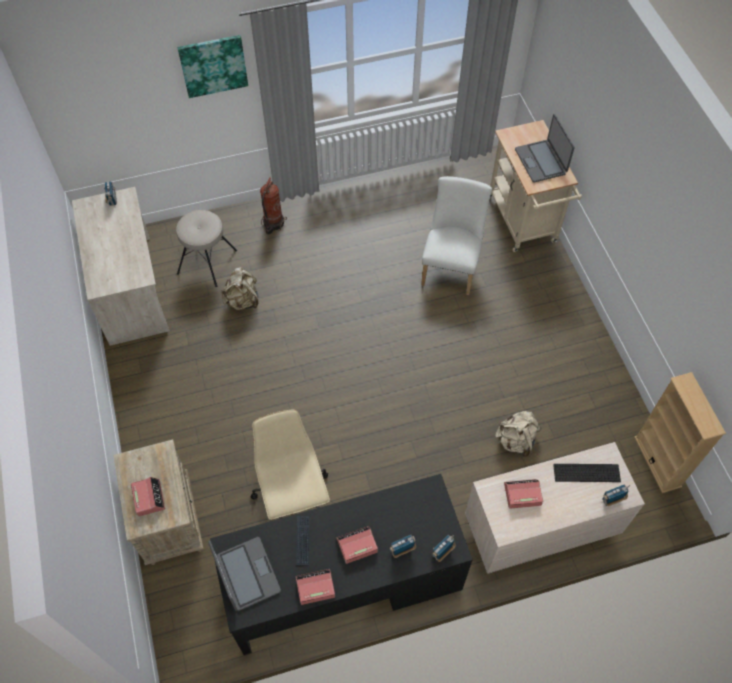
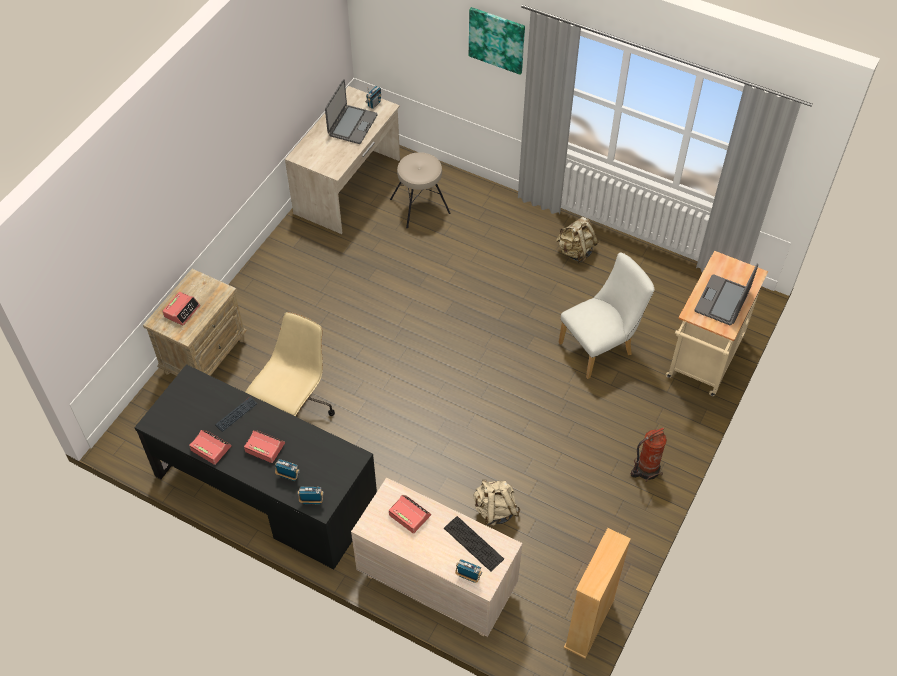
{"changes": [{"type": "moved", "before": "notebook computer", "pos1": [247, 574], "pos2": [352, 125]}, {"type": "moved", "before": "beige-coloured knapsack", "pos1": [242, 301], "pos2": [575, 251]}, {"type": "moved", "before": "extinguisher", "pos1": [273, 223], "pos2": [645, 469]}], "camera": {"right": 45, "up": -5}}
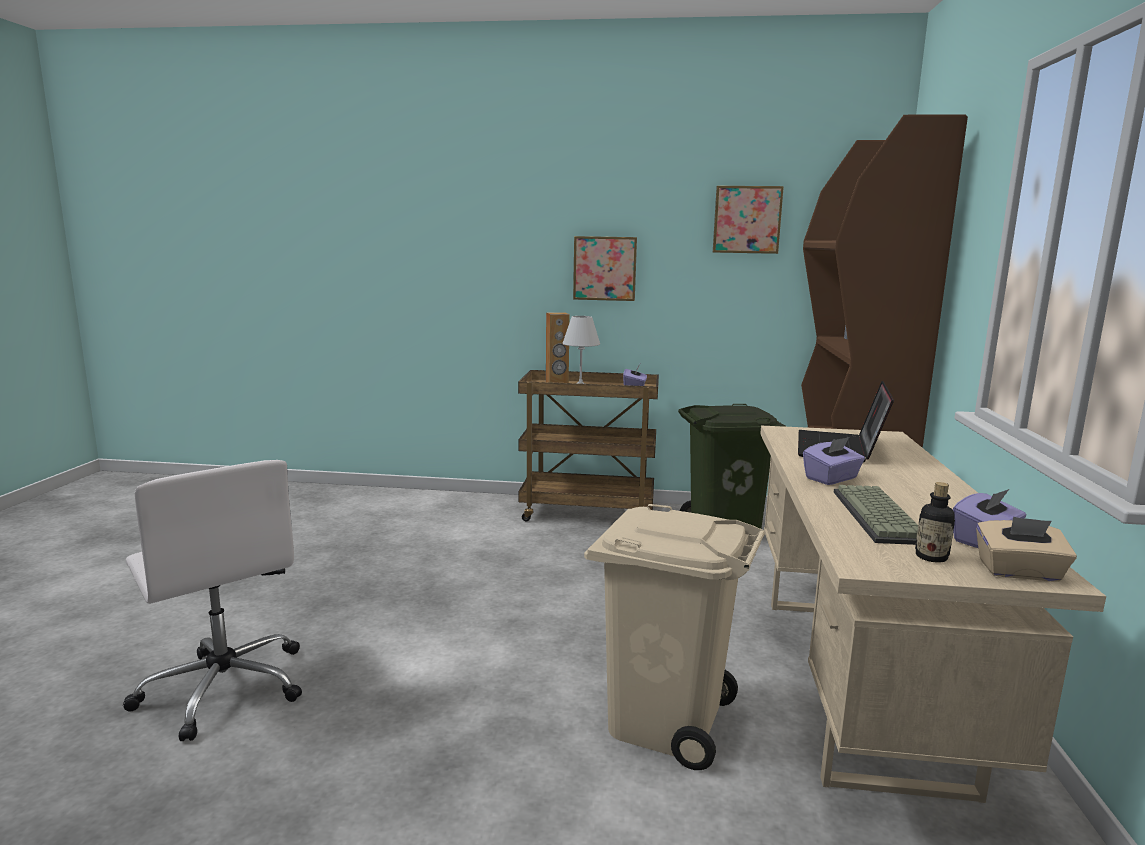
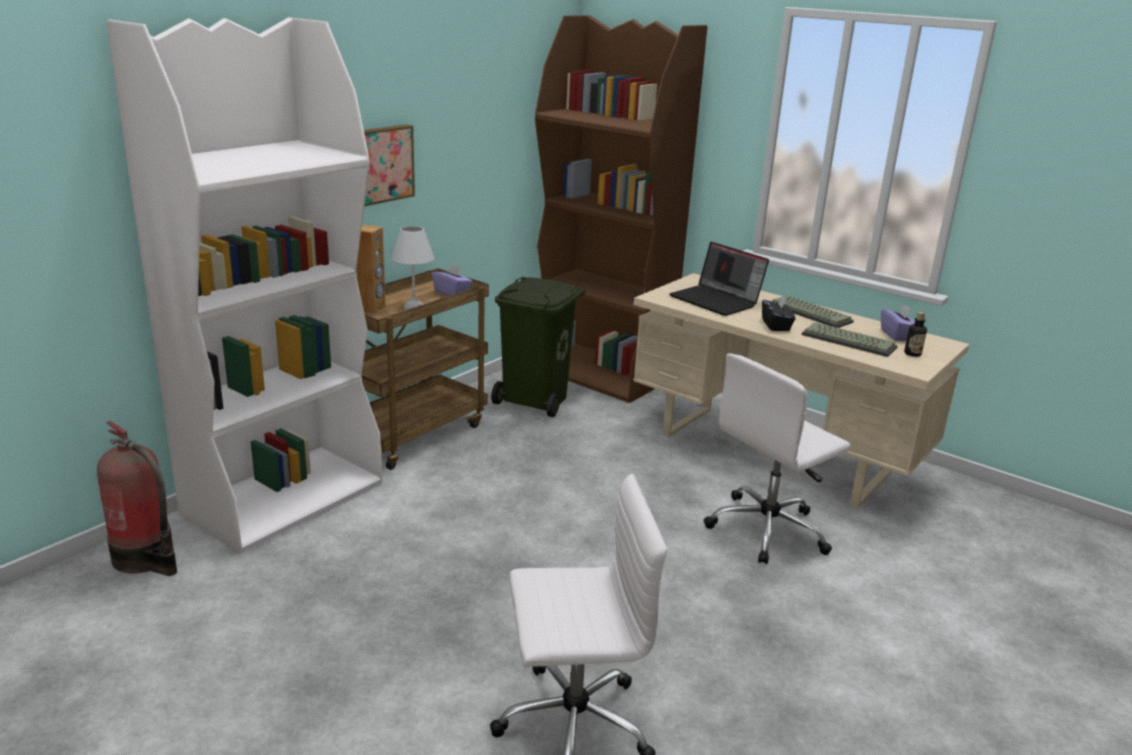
{"changes": [{"type": "replaced", "before": "beige-coloured rubbish bin", "after": "whitish desk chair", "pos1": [664, 720], "pos2": [768, 529]}, {"type": "removed", "before": "wall picture", "pos1": [746, 220]}, {"type": "recoloured", "before": "purple-coloured box of tissues", "after": "black box of tissues", "pos1": [831, 478], "pos2": [776, 325]}, {"type": "removed", "before": "beige-coloured box of tissues", "pos1": [1019, 572]}, {"type": "added", "after": "extinguisher", "pos2": [146, 558]}, {"type": "added", "after": "whitish bookshelf", "pos2": [285, 497]}, {"type": "added", "after": "keyboard", "pos2": [811, 313]}], "camera": {"right": -60, "up": 10}}
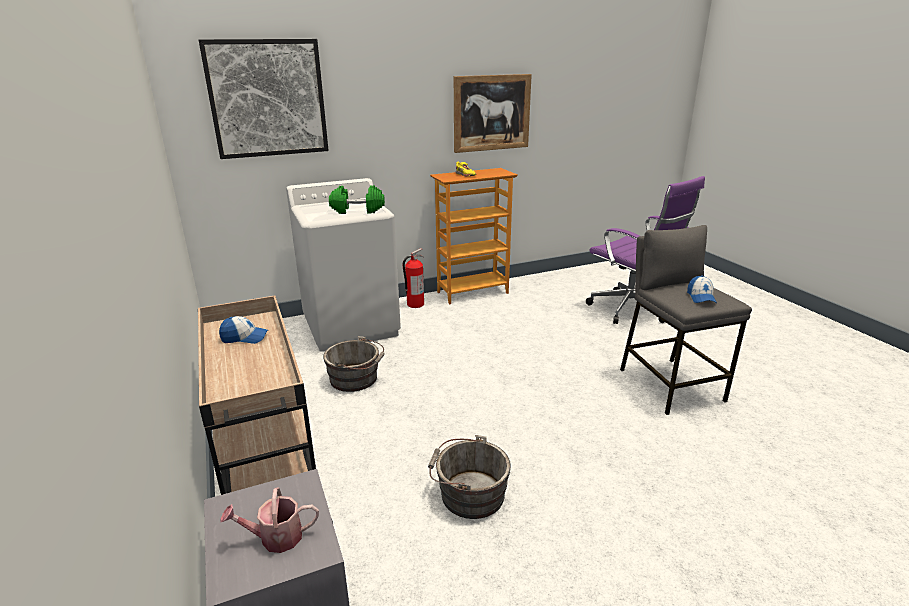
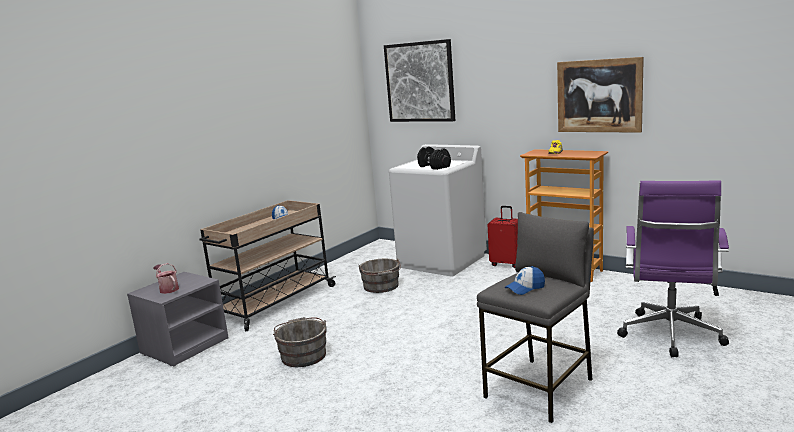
{"changes": [{"type": "recoloured", "before": "greenish free weight", "after": "black free weight", "pos1": [357, 211], "pos2": [434, 166]}, {"type": "replaced", "before": "extinguisher", "after": "red-coloured travel case", "pos1": [415, 304], "pos2": [506, 264]}], "camera": {"right": 60, "up": -10}}
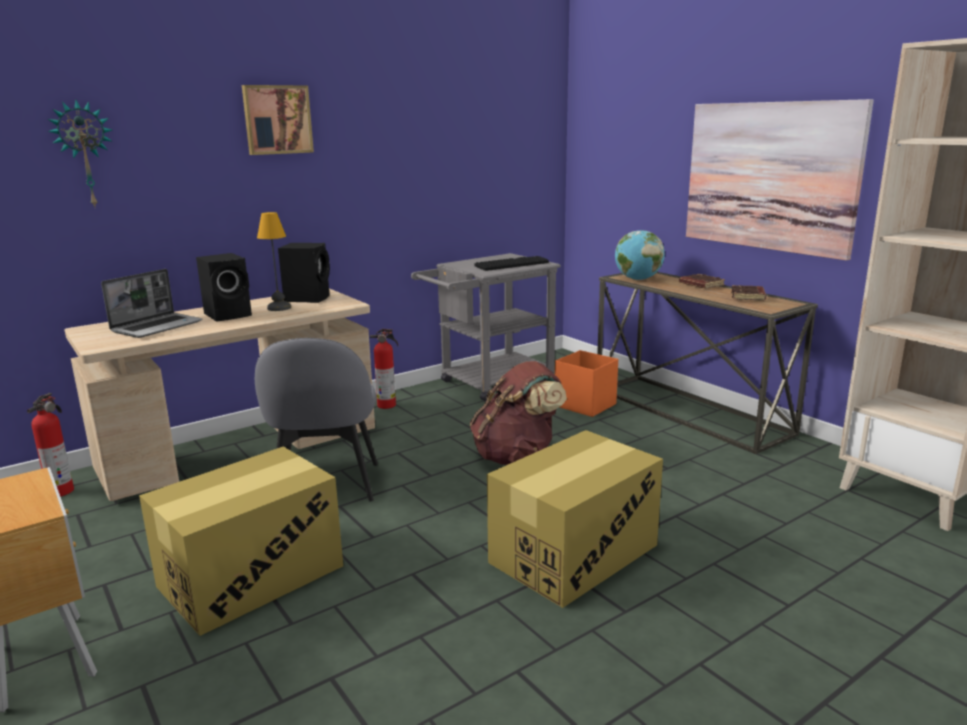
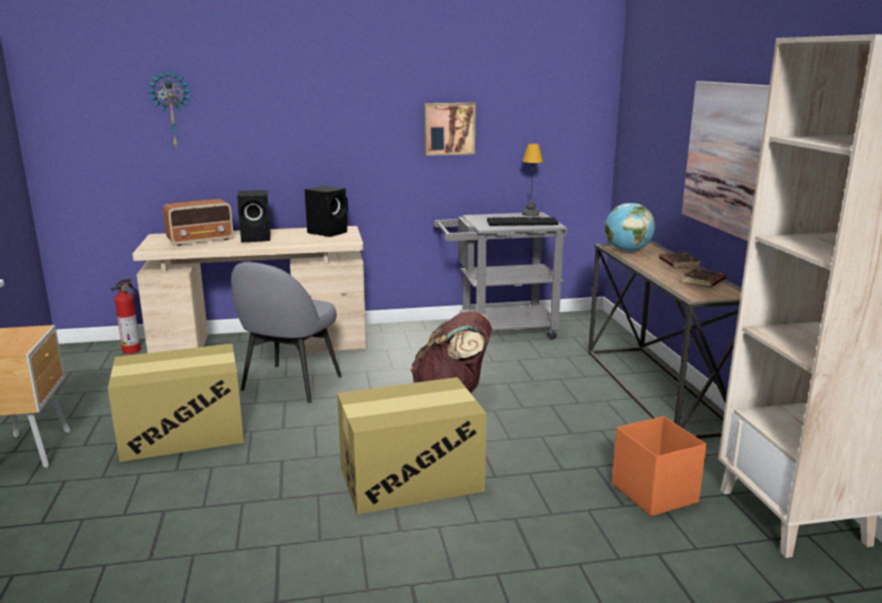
{"changes": [{"type": "replaced", "before": "notebook computer", "after": "radio", "pos1": [157, 327], "pos2": [201, 241]}, {"type": "moved", "before": "wall picture", "pos1": [277, 120], "pos2": [449, 128]}, {"type": "moved", "before": "lamp for a table", "pos1": [279, 308], "pos2": [530, 214]}, {"type": "removed", "before": "extinguisher", "pos1": [388, 405]}, {"type": "moved", "before": "orangey storage container", "pos1": [584, 405], "pos2": [654, 492]}], "camera": {"right": 25, "up": 0}}
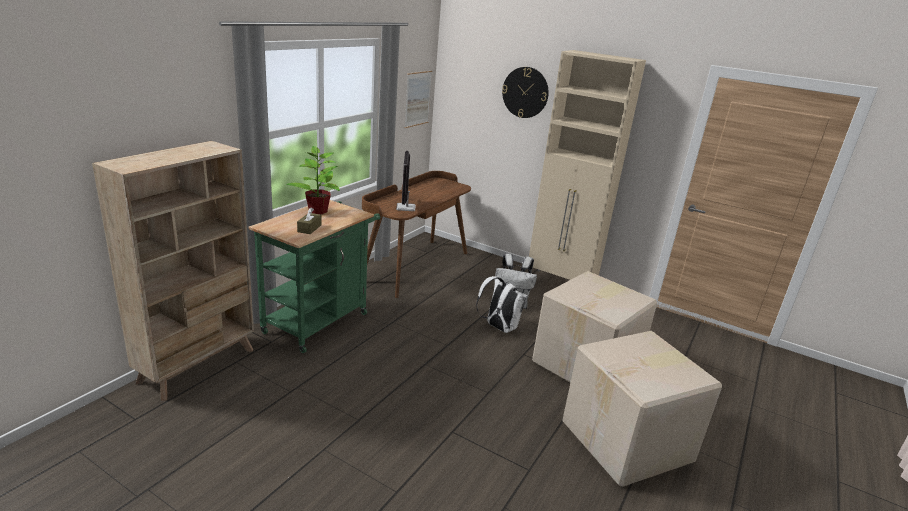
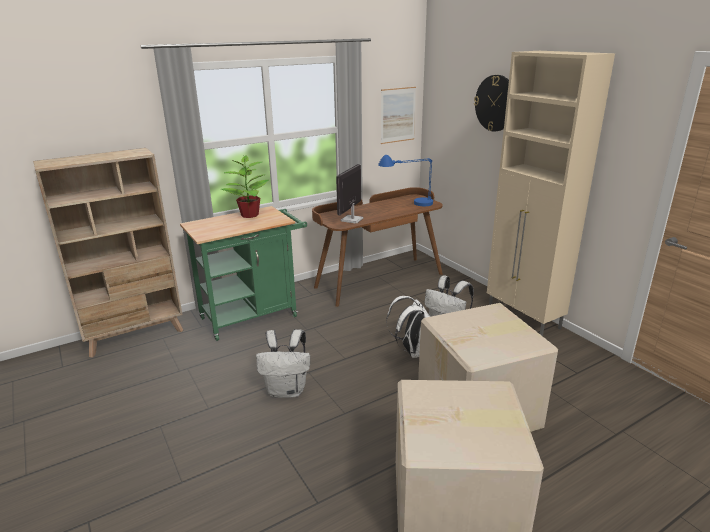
{"changes": [{"type": "removed", "before": "brown box of tissues", "pos1": [309, 228]}, {"type": "added", "after": "whitish knapsack", "pos2": [287, 390]}, {"type": "added", "after": "bluish lamp for a table", "pos2": [407, 205]}], "camera": {"right": 30, "up": 0}}
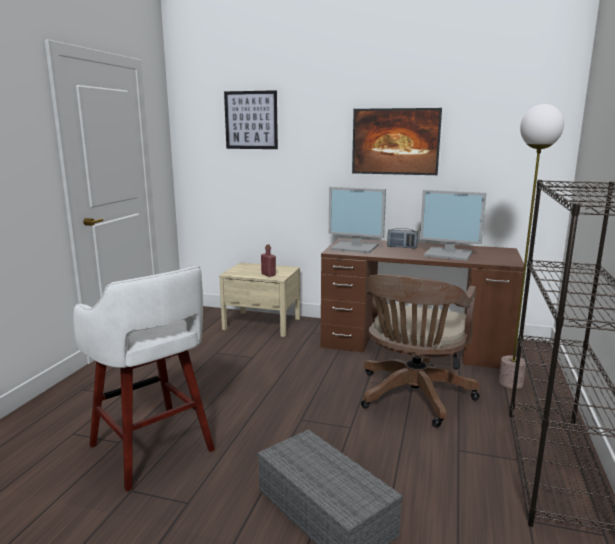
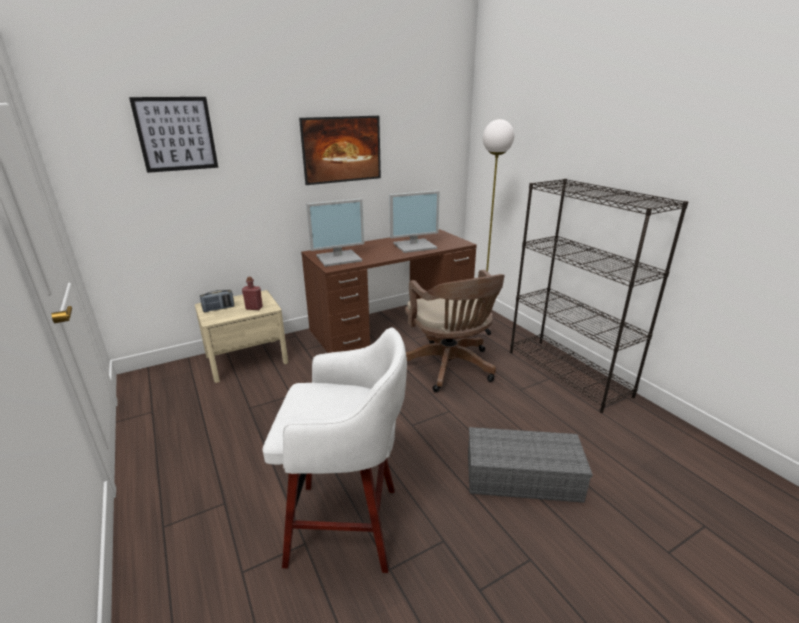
{"changes": [{"type": "moved", "before": "radio", "pos1": [402, 247], "pos2": [218, 309]}], "camera": {"right": -45, "up": 10}}
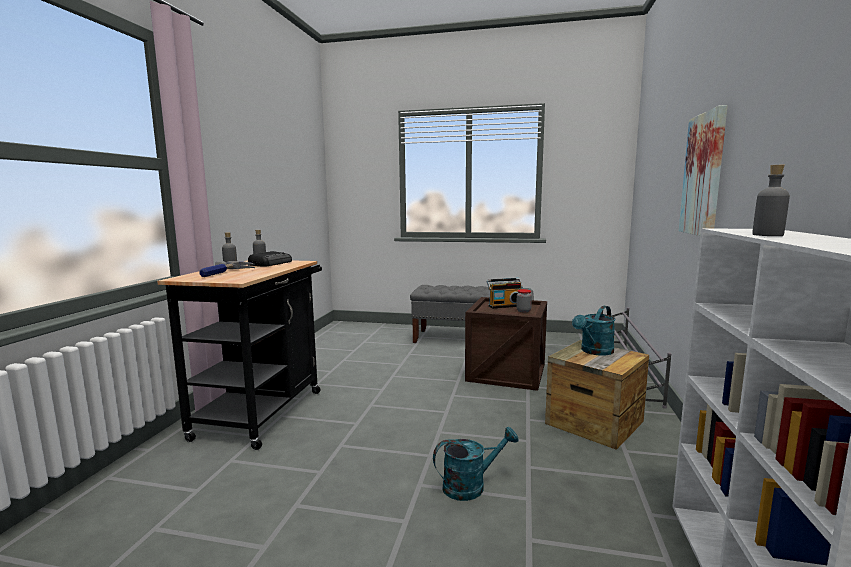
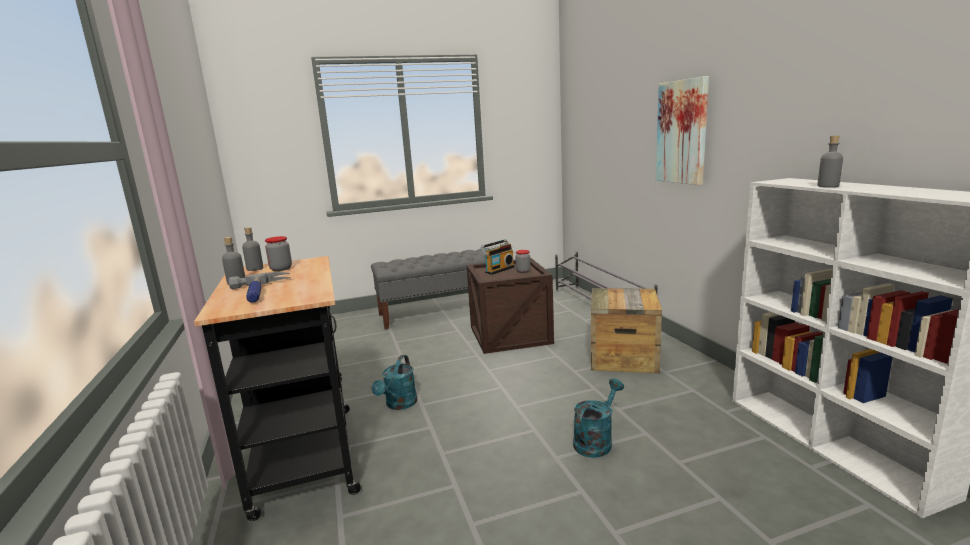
{"changes": [{"type": "replaced", "before": "radio", "after": "storage jar", "pos1": [271, 263], "pos2": [281, 269]}, {"type": "moved", "before": "turquoise-coloured sprinkling can", "pos1": [594, 352], "pos2": [399, 405]}], "camera": {"right": -30, "up": 5}}
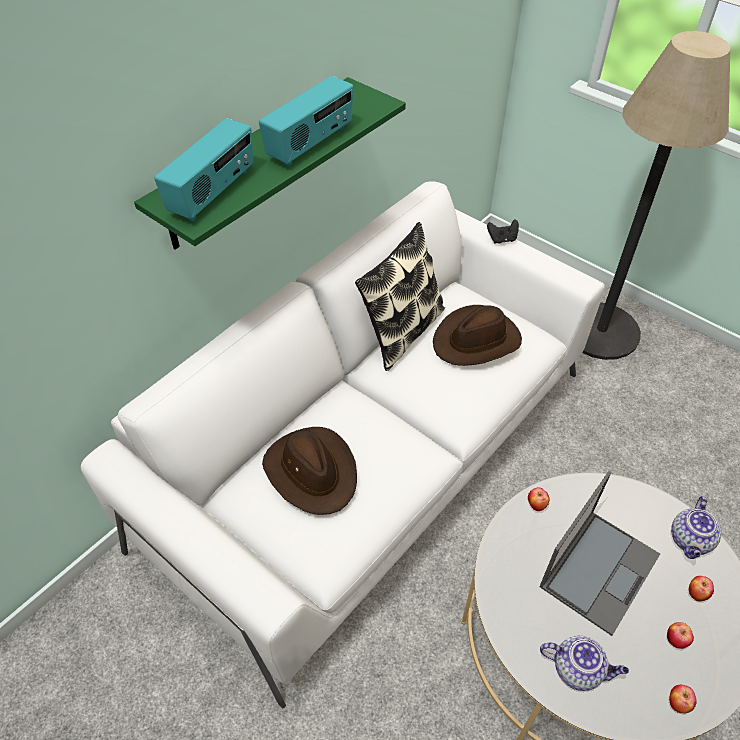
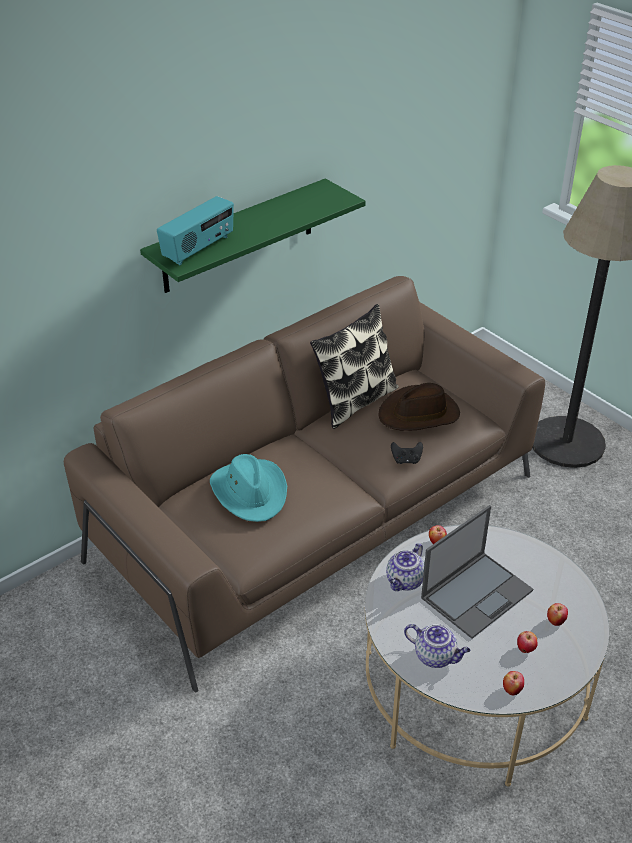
{"changes": [{"type": "recoloured", "before": "whitish couch", "after": "brown couch", "pos1": [369, 455], "pos2": [315, 517]}, {"type": "removed", "before": "radio", "pos1": [311, 144]}, {"type": "recoloured", "before": "brown wearable hat", "after": "turquoise-coloured wearable hat", "pos1": [312, 471], "pos2": [250, 492]}, {"type": "moved", "before": "black joypad", "pos1": [502, 239], "pos2": [406, 460]}, {"type": "moved", "before": "teapot", "pos1": [690, 541], "pos2": [405, 581]}], "camera": {"right": 10, "up": -10}}
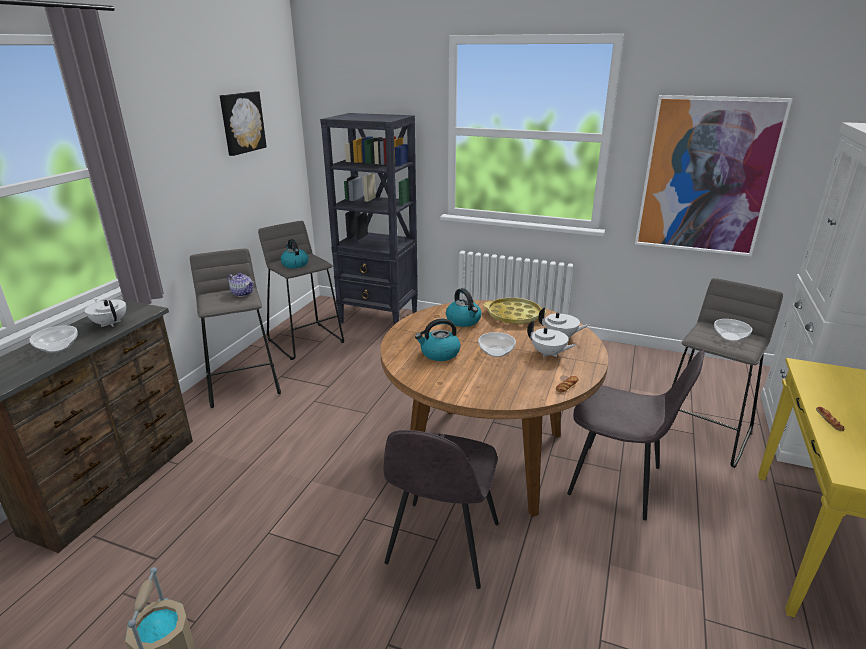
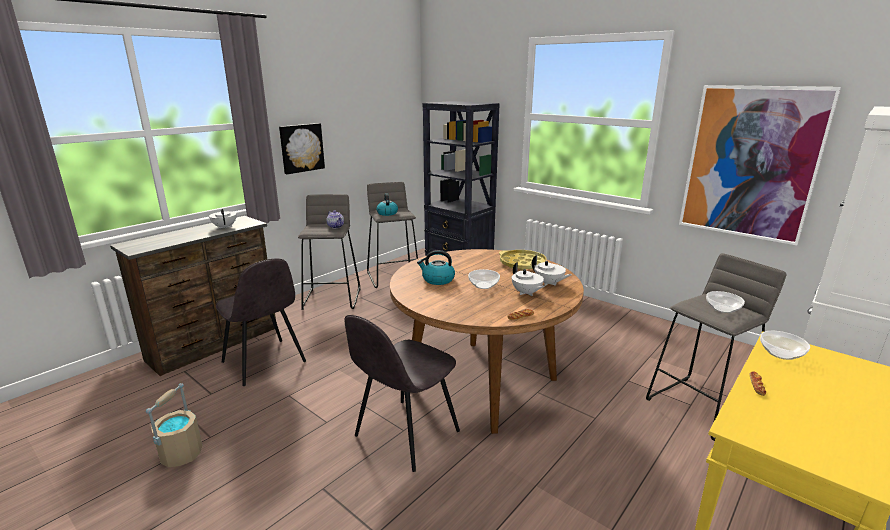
{"changes": [{"type": "moved", "before": "bowl", "pos1": [58, 347], "pos2": [781, 353]}, {"type": "moved", "before": "wall picture", "pos1": [241, 122], "pos2": [301, 148]}, {"type": "removed", "before": "kettle", "pos1": [464, 321]}, {"type": "moved", "before": "greyish upright chair", "pos1": [617, 482], "pos2": [264, 363]}], "camera": {"right": 20, "up": -5}}
